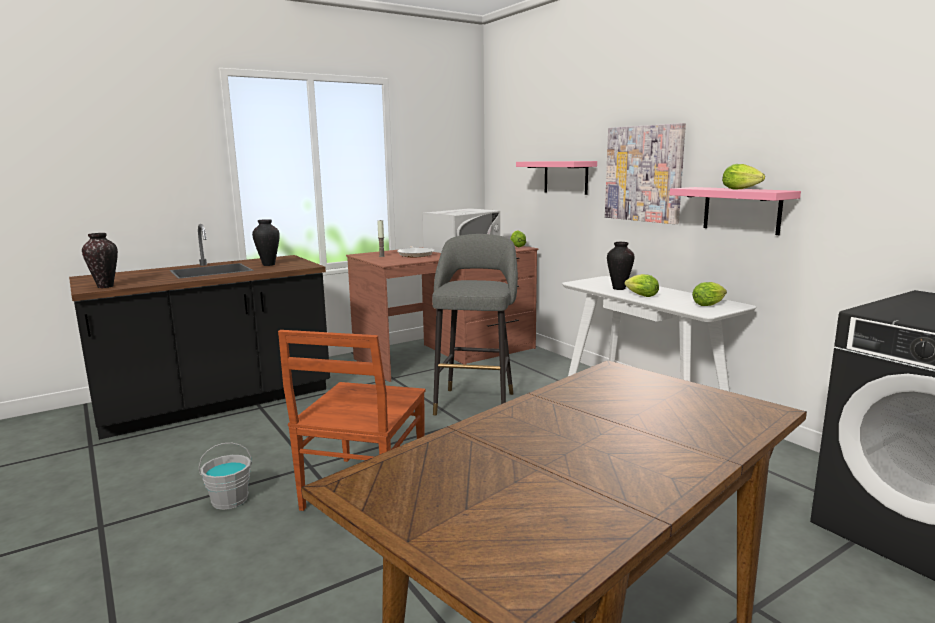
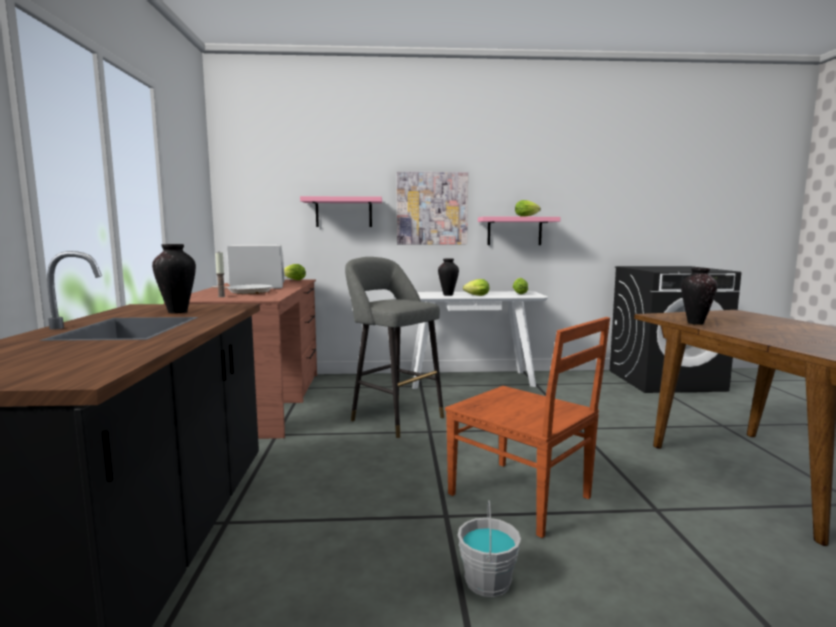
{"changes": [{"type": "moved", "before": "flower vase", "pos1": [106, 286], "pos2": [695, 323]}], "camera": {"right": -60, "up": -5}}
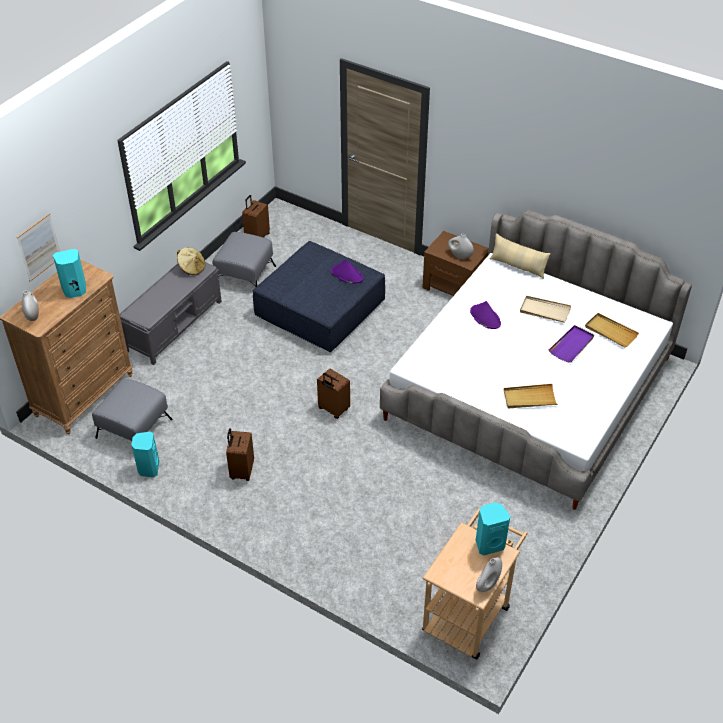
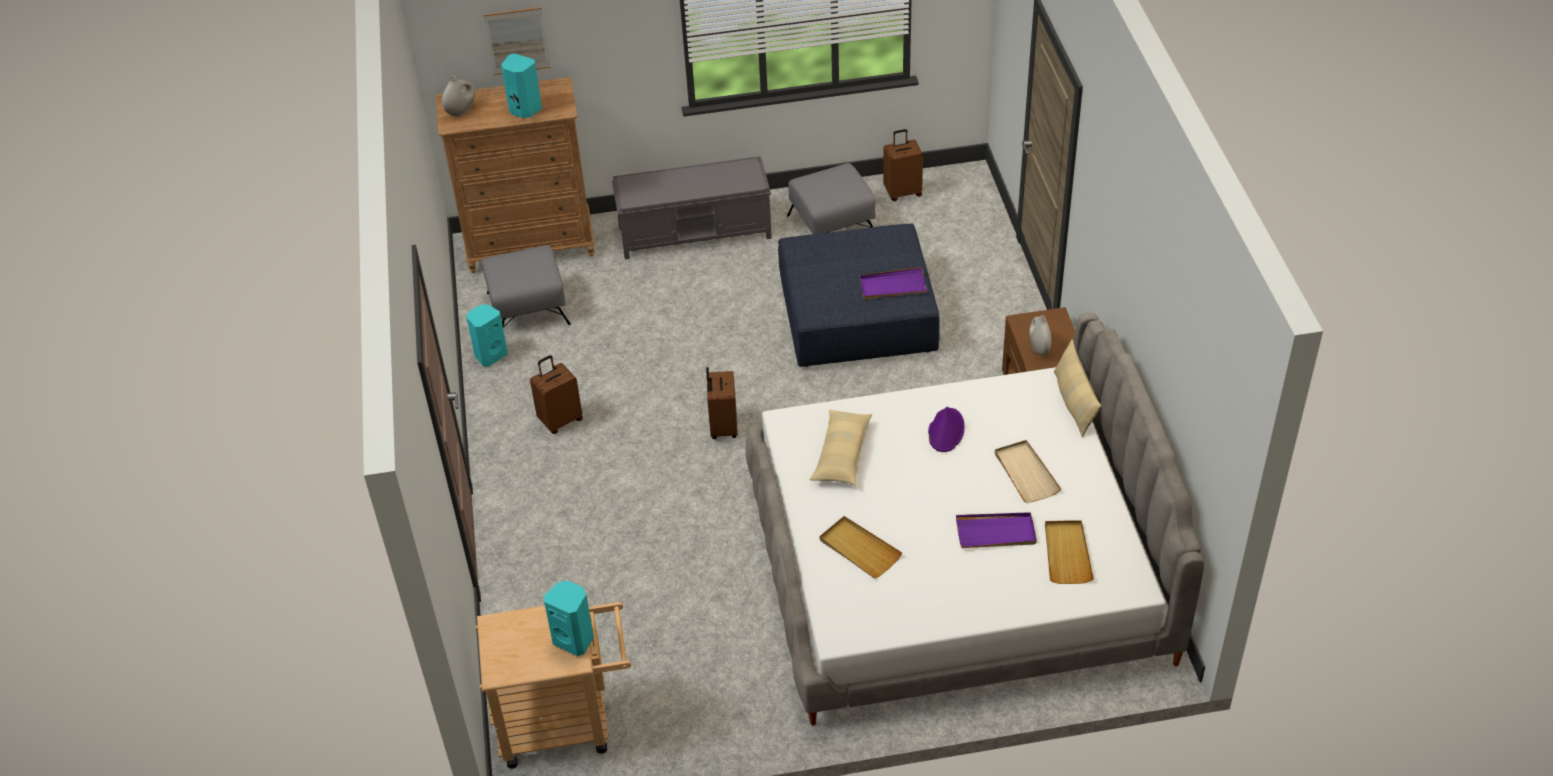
{"changes": [{"type": "removed", "before": "beige-coloured wearable hat", "pos1": [192, 268]}, {"type": "replaced", "before": "purple-coloured wearable hat", "after": "purple-coloured carrying tray", "pos1": [347, 275], "pos2": [893, 286]}, {"type": "removed", "before": "whitish flower vase", "pos1": [487, 584]}, {"type": "added", "after": "beige-coloured cushion", "pos2": [841, 454]}], "camera": {"right": 50, "up": 0}}
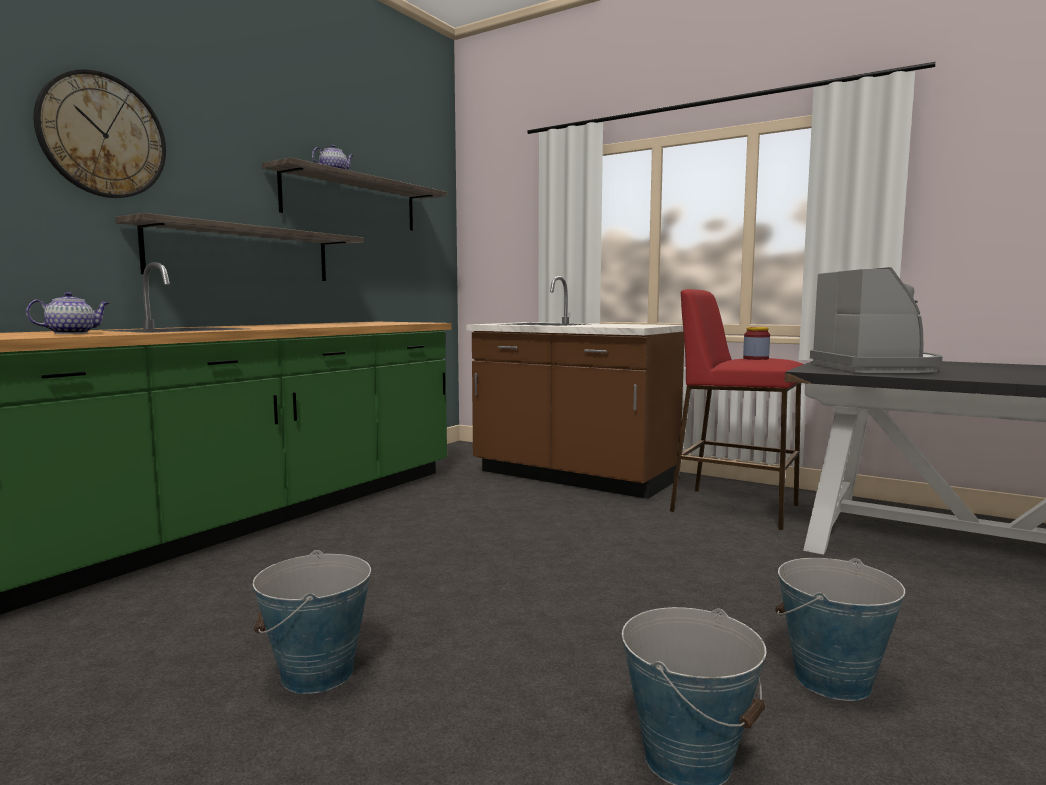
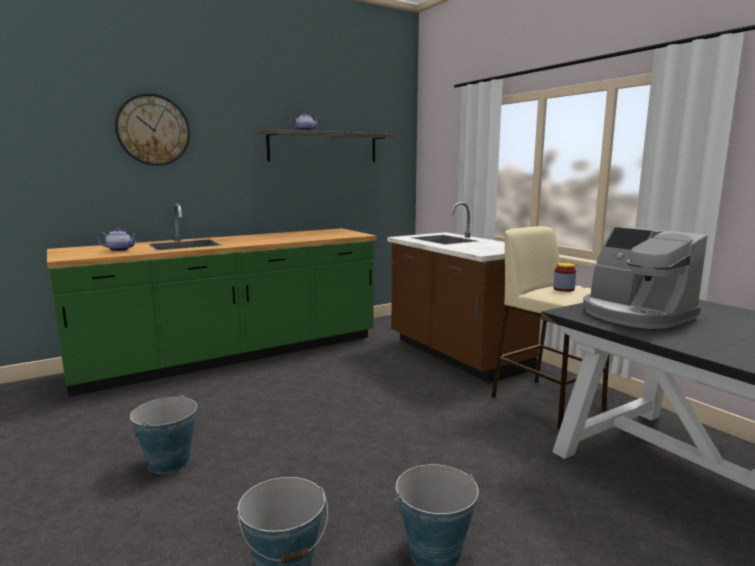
{"changes": [{"type": "removed", "before": "bracket shelf", "pos1": [243, 254]}, {"type": "recoloured", "before": "red-coloured sitting stool", "after": "beige-coloured sitting stool", "pos1": [733, 508], "pos2": [546, 403]}, {"type": "turned", "before": "coffee maker", "pos1": [875, 368], "pos2": [635, 315], "turn": 120}], "camera": {"right": 25, "up": 5}}
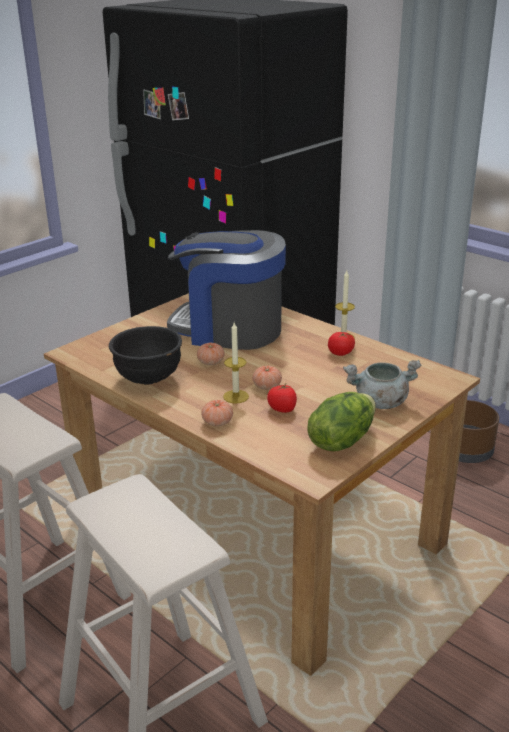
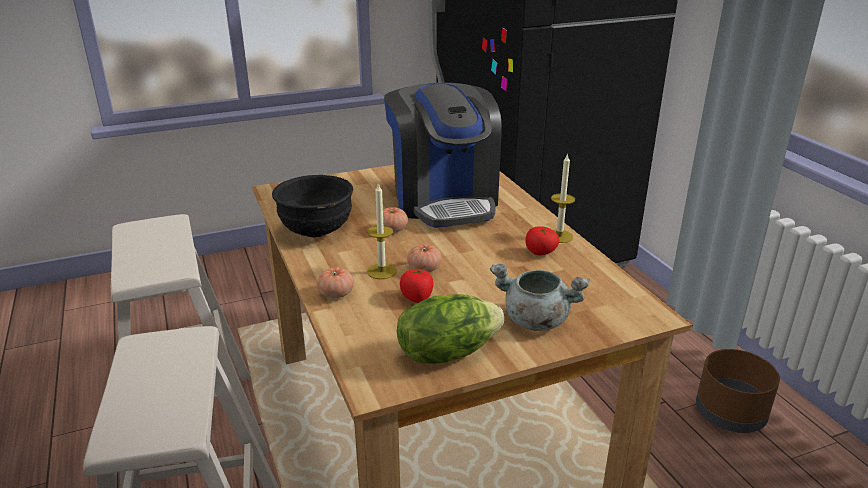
{"changes": [{"type": "turned", "before": "coffee maker", "pos1": [229, 329], "pos2": [444, 200], "turn": -150}], "camera": {"right": 25, "up": 0}}
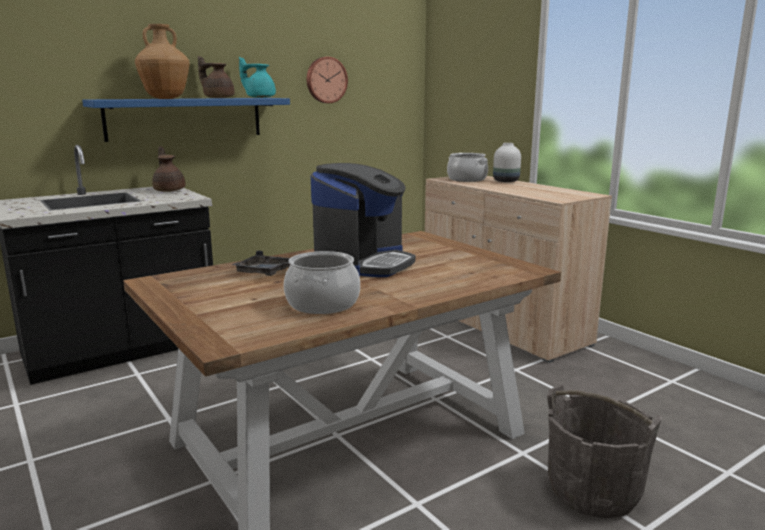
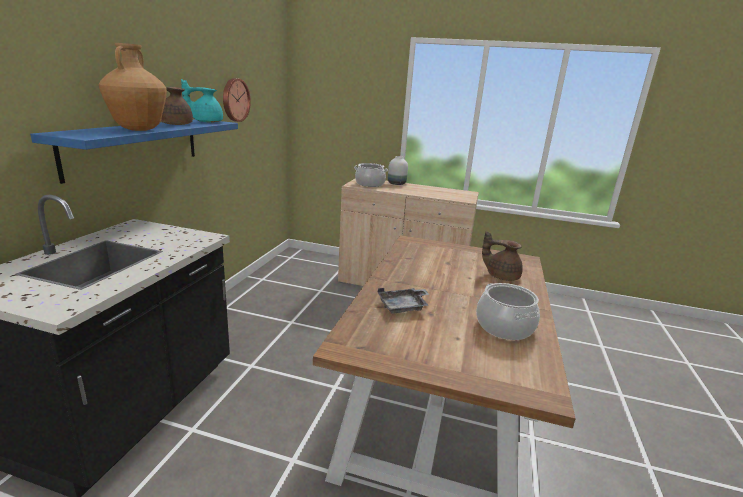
{"changes": [{"type": "moved", "before": "brown teapot", "pos1": [169, 190], "pos2": [501, 276]}, {"type": "removed", "before": "coffee maker", "pos1": [363, 264]}, {"type": "removed", "before": "greyish water bucket", "pos1": [593, 490]}], "camera": {"right": -40, "up": 5}}
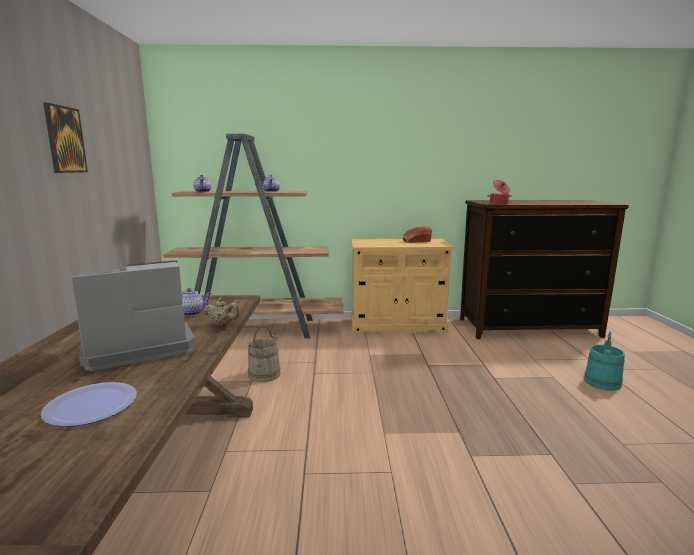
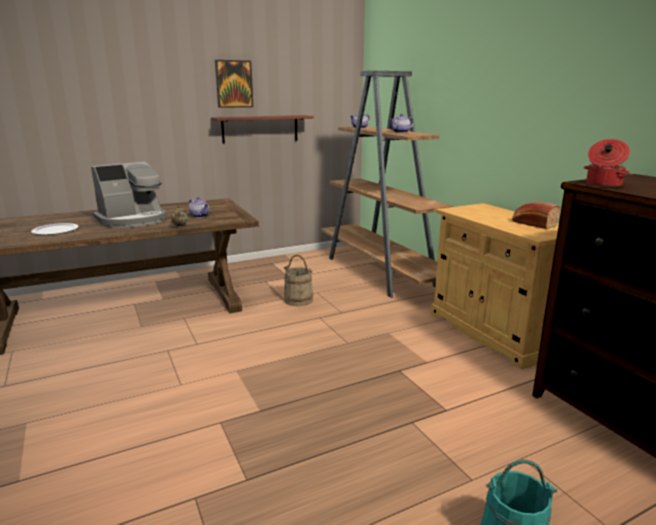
{"changes": [{"type": "turned", "before": "coffee maker", "pos1": [137, 347], "pos2": [133, 220], "turn": 105}, {"type": "added", "after": "bracket shelf", "pos2": [260, 129]}], "camera": {"right": 65, "up": 5}}
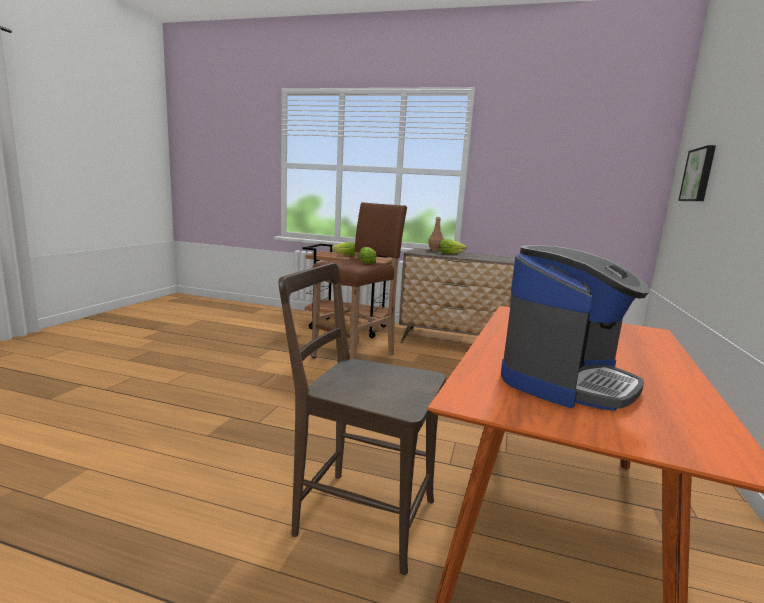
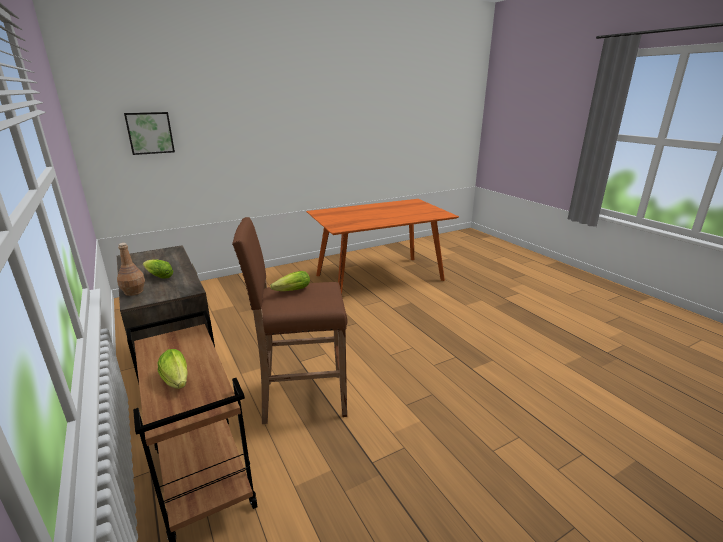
{"changes": [{"type": "removed", "before": "brown upright chair", "pos1": [358, 515]}, {"type": "removed", "before": "coffee maker", "pos1": [566, 381]}], "camera": {"right": -135, "up": 10}}
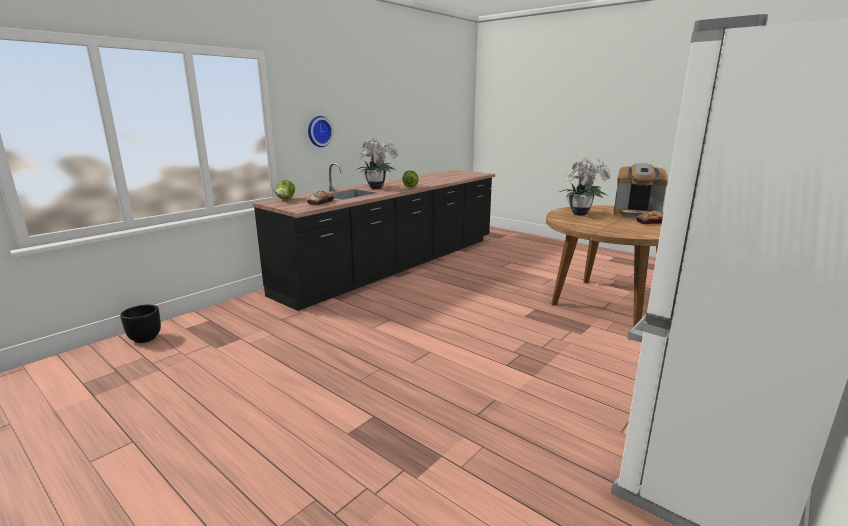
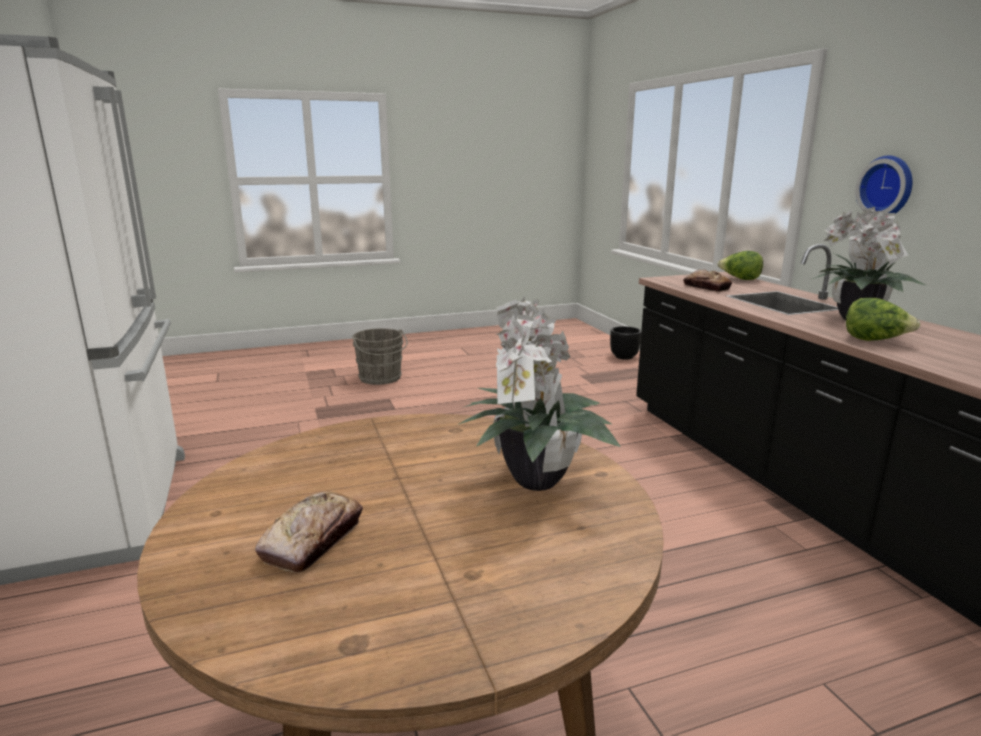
{"changes": [{"type": "removed", "before": "coffee maker", "pos1": [637, 214]}, {"type": "added", "after": "greyish water bucket", "pos2": [381, 378]}], "camera": {"right": 120, "up": 0}}
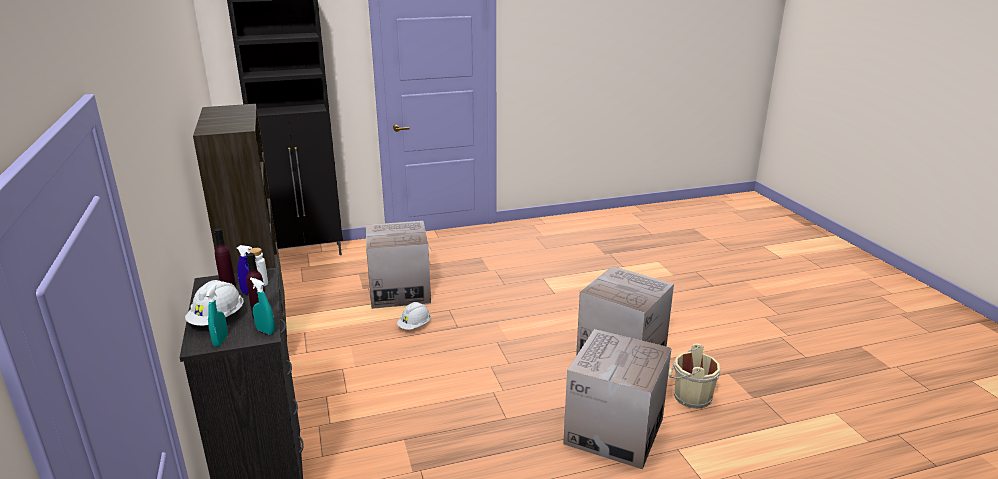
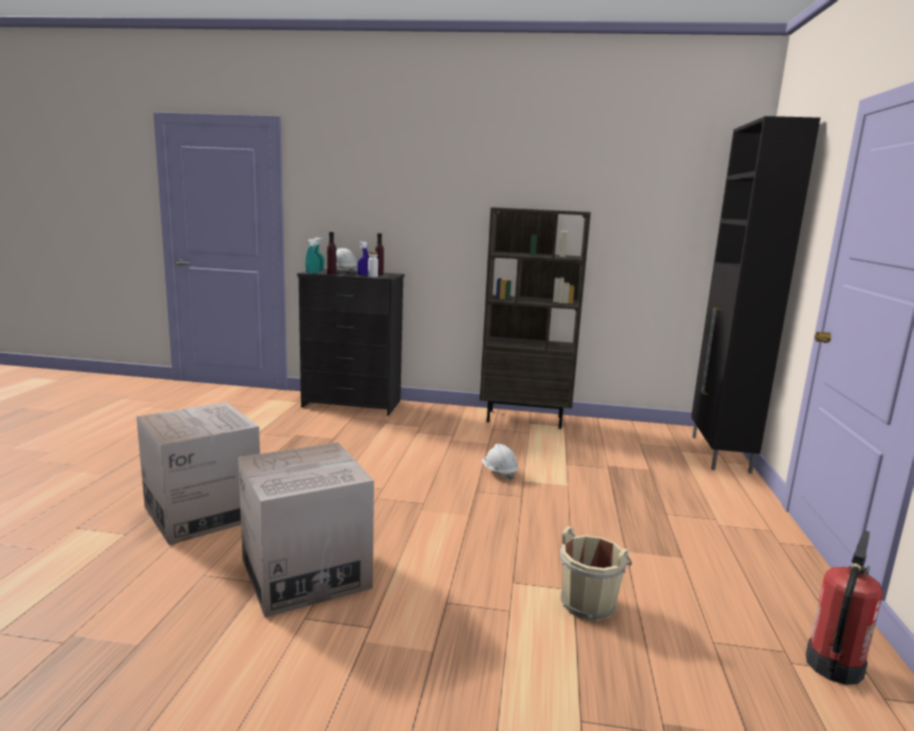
{"changes": [{"type": "removed", "before": "packing box", "pos1": [400, 291]}, {"type": "moved", "before": "beige-coloured water bucket", "pos1": [690, 397], "pos2": [588, 602]}, {"type": "added", "after": "extinguisher", "pos2": [833, 666]}], "camera": {"right": 115, "up": -10}}
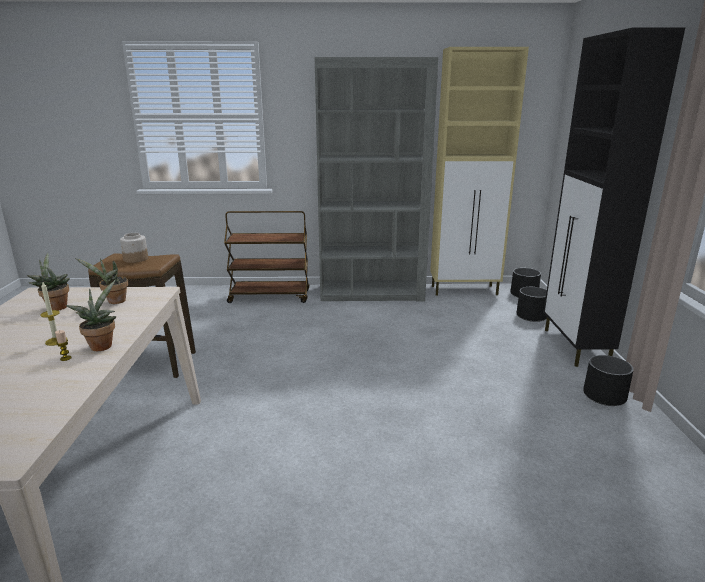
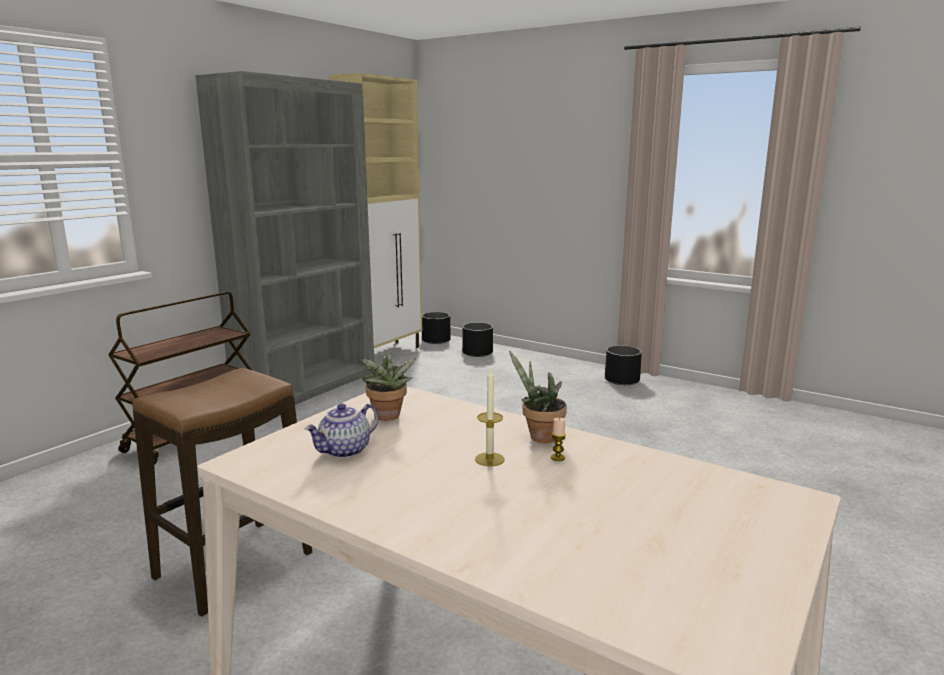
{"changes": [{"type": "replaced", "before": "houseplant", "after": "teapot", "pos1": [56, 307], "pos2": [345, 451]}, {"type": "removed", "before": "storage jar", "pos1": [135, 259]}, {"type": "removed", "before": "black cupboard", "pos1": [575, 347]}], "camera": {"right": -55, "up": -5}}
